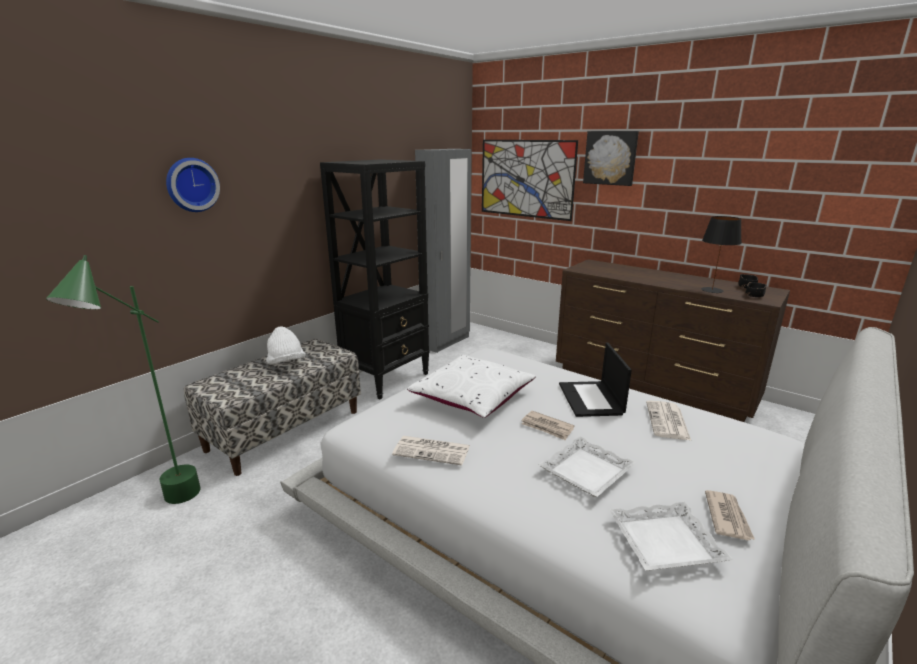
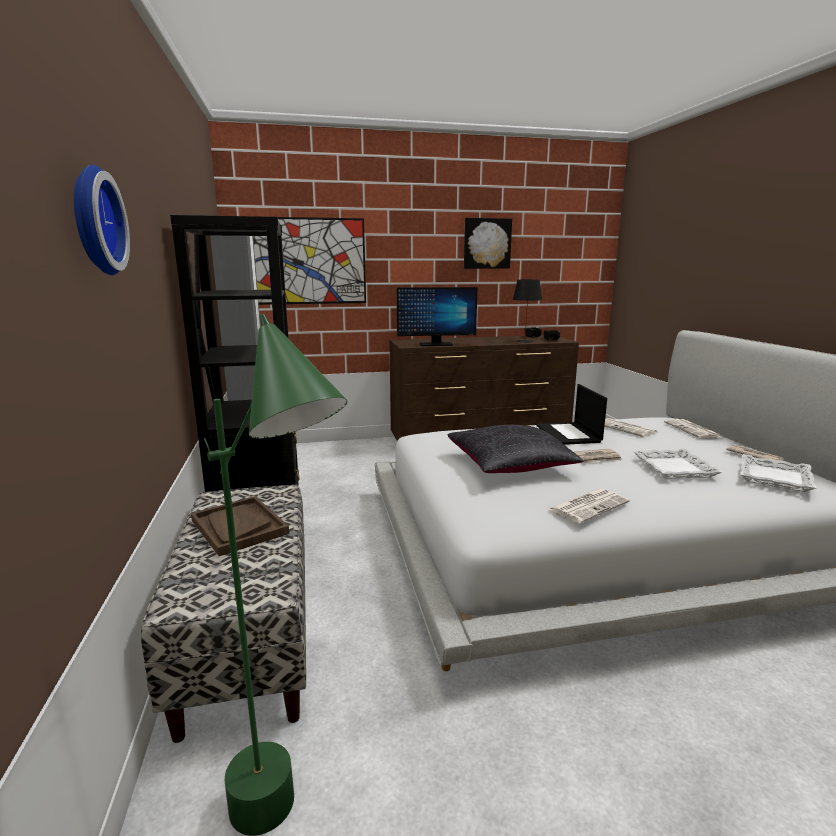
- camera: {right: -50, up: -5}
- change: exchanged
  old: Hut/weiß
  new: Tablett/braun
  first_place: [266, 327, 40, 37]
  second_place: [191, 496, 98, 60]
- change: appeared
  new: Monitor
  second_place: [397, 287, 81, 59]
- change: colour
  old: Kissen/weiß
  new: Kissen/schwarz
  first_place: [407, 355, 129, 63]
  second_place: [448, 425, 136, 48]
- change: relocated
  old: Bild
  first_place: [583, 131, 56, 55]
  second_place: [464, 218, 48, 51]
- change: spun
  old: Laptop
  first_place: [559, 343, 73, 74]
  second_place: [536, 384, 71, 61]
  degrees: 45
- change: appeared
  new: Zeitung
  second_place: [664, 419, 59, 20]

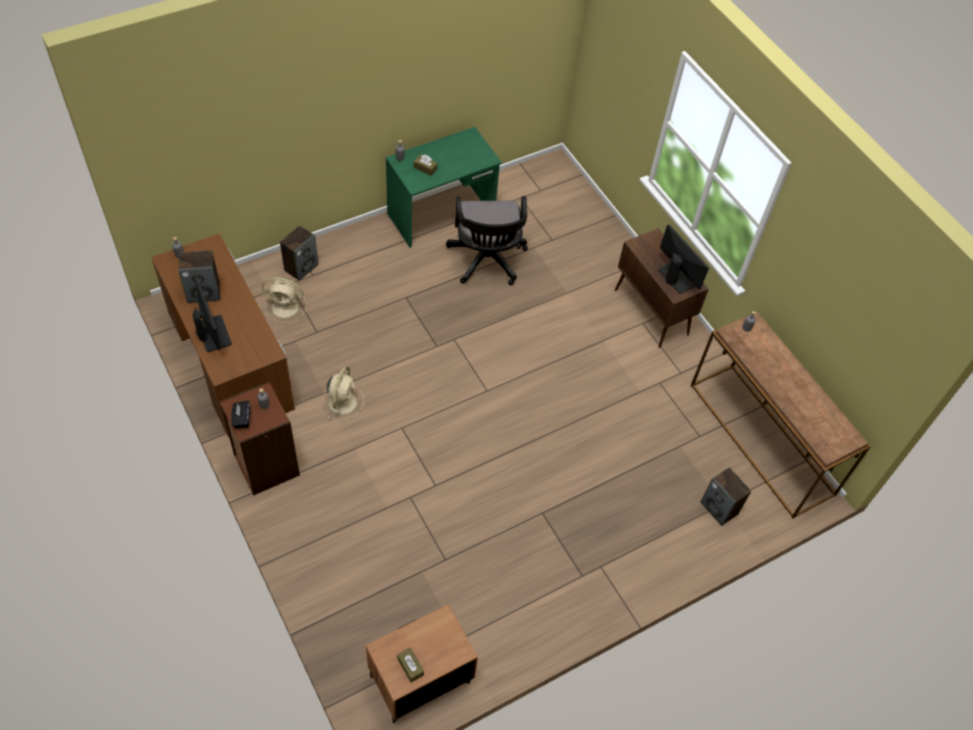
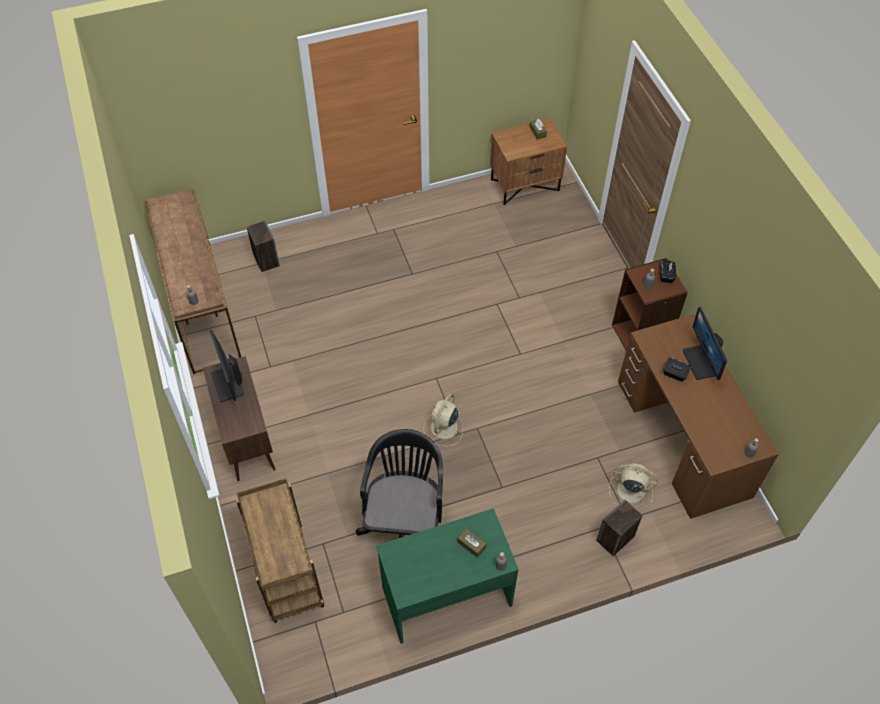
- camera: {right: -165, up: 0}
- change: appeared
  new: Rollwagen/braun
  second_place: [236, 478, 88, 145]
- change: relocated
  old: Ventilator/beige
  first_place: [323, 366, 41, 54]
  second_place: [423, 394, 40, 53]
- change: appeared
  new: Taschentuchbox/schwarz
  second_place: [663, 358, 28, 24]
- change: missing
  old: Lautsprecher
  first_place: [178, 250, 42, 53]

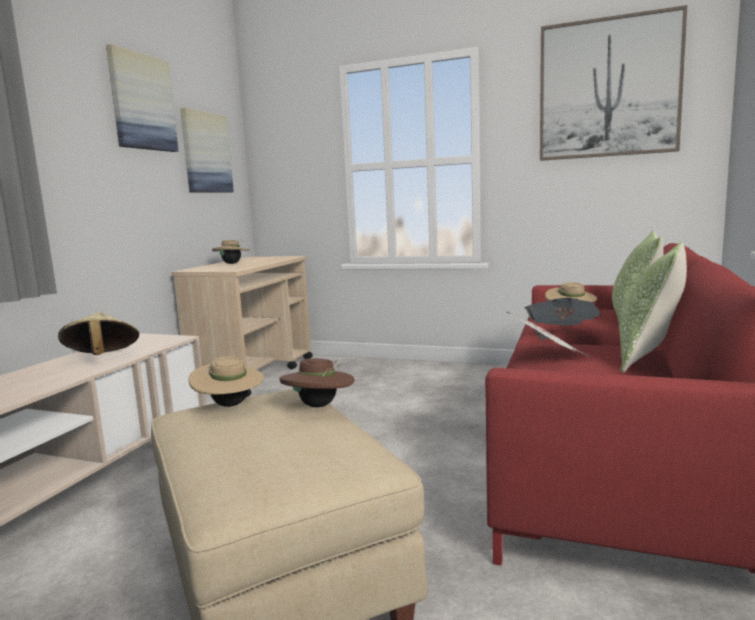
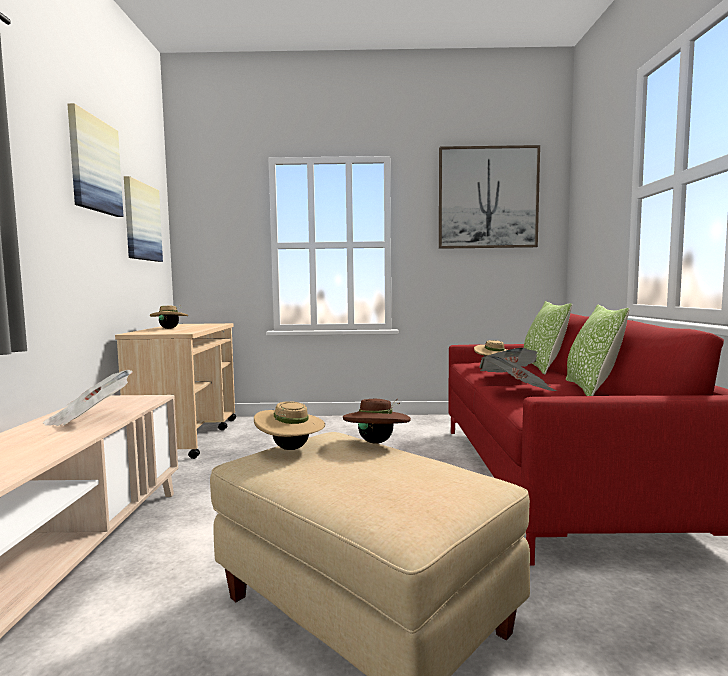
- camera: {right: -20, up: -5}
- change: exchanged
  old: Hut/beige
  new: Zeitung
  first_place: [58, 311, 81, 44]
  second_place: [42, 370, 91, 56]

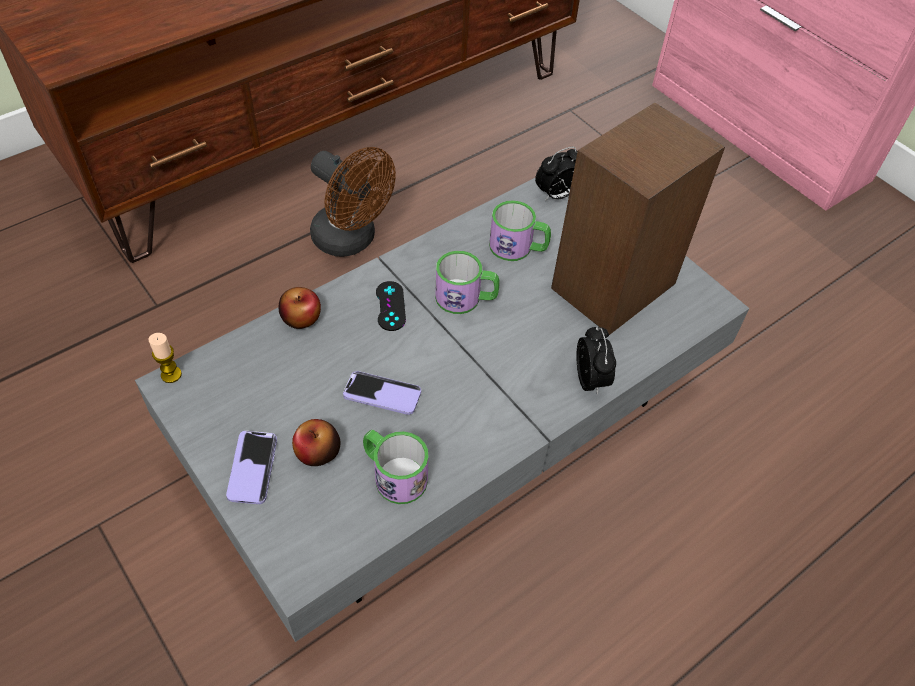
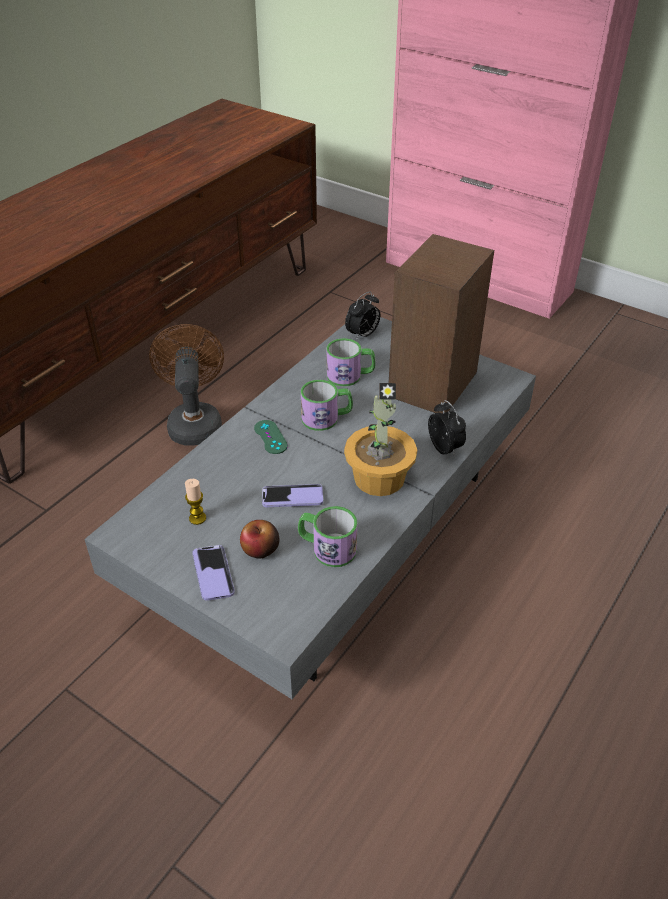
- camera: {right: -15, up: -10}
- change: spun
  old: Ventilator/braun
  first_place: [310, 147, 86, 110]
  second_place: [149, 324, 75, 121]
  degrees: -120
- change: relocated
  old: Kerze
  first_place: [149, 333, 33, 50]
  second_place: [185, 479, 21, 46]
- change: colour
  old: Gamepad/schwarz
  new: Gamepad/grün
  first_place: [376, 281, 30, 50]
  second_place: [254, 420, 34, 34]
- change: appeared
  new: Topfpflanze
  second_place: [344, 383, 73, 113]
- change: missing
  old: Apfel
  first_place: [279, 287, 42, 42]

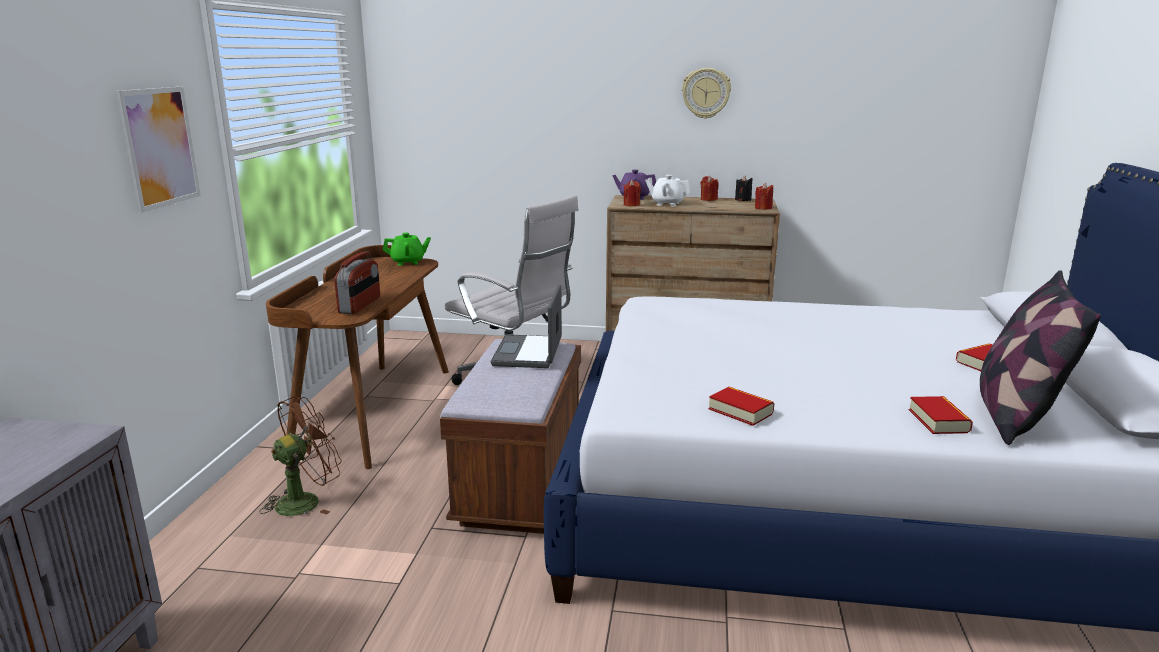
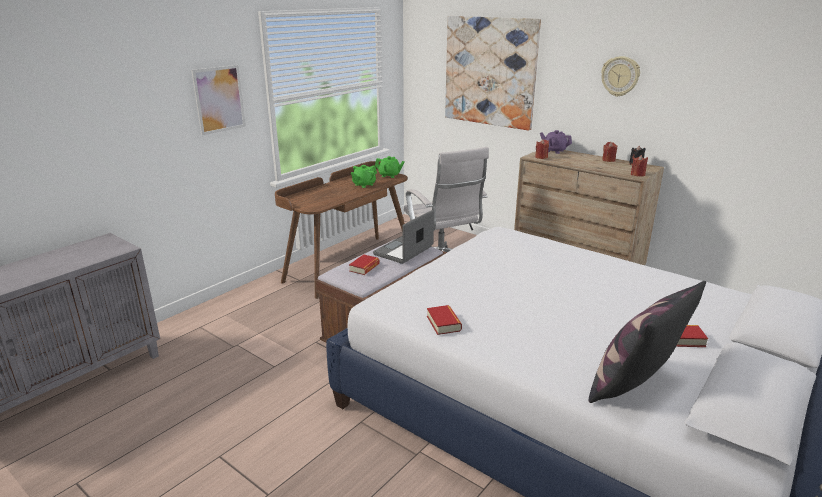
- camera: {right: 30, up: 5}
- change: relocated
  old: Buch
  first_place: [909, 396, 64, 38]
  second_place: [349, 254, 31, 21]
- change: appeared
  new: Teekanne/grün
  second_place: [351, 165, 26, 23]
- change: appeared
  new: Bild
  second_place: [445, 16, 96, 115]
- change: missing
  old: Ventilator/braun
  first_place: [259, 396, 83, 120]
- change: missing
  old: Radio
  first_place: [334, 251, 46, 63]
- change: missing
  old: Teekanne/weiß
  first_place: [645, 175, 46, 32]

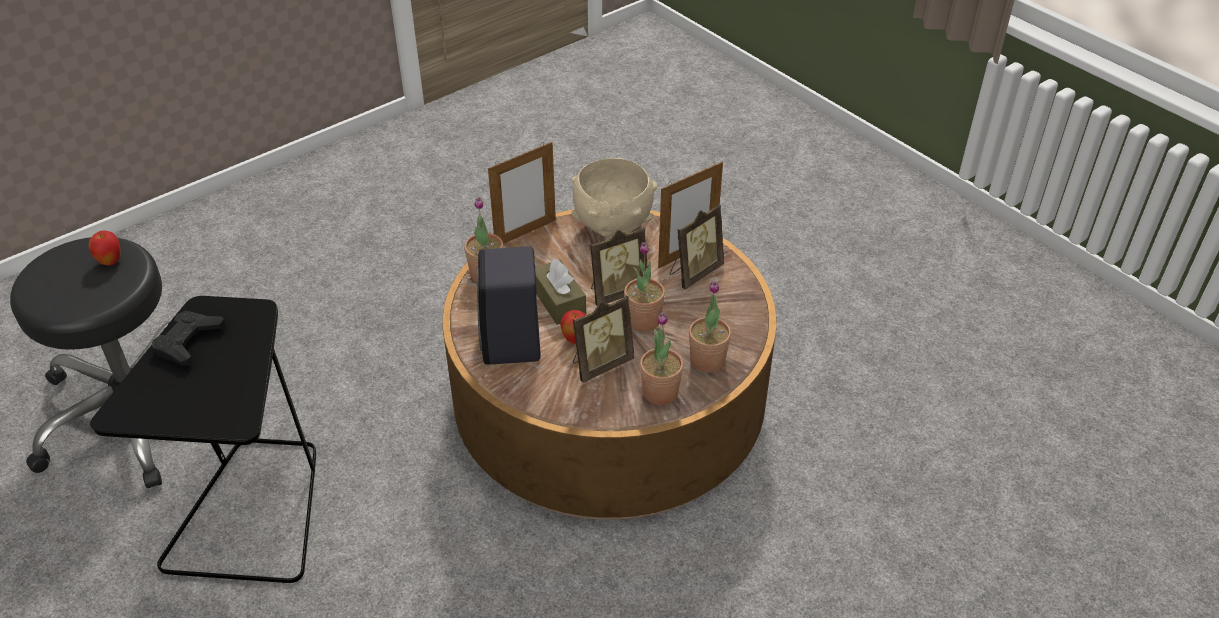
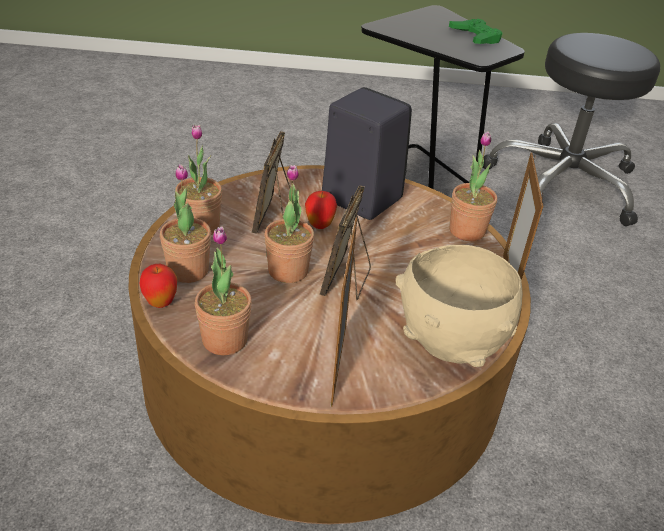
- camera: {right: 130, up: -5}
- change: relocated
  old: Apfel
  first_place: [88, 230, 33, 36]
  second_place: [139, 264, 38, 44]
- change: appeared
  new: Topfpflanze
  second_place: [195, 226, 57, 129]
- change: colour
  old: Gamepad/schwarz
  new: Gamepad/grün
  first_place: [152, 311, 74, 55]
  second_place: [449, 19, 53, 25]
- change: missing
  old: Taschentuchbox/braun
  first_place: [535, 258, 51, 67]
- change: missing
  old: Bilderrahmen
  first_place: [670, 204, 54, 85]

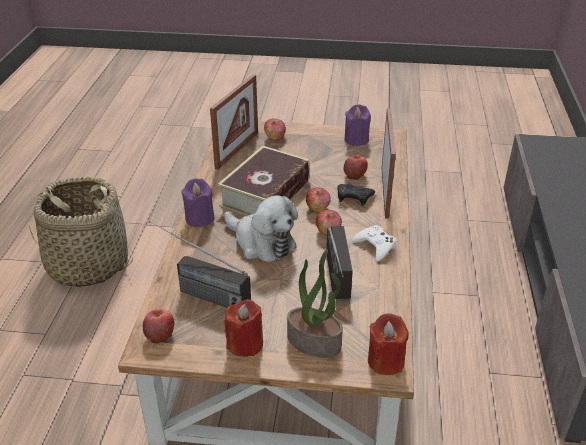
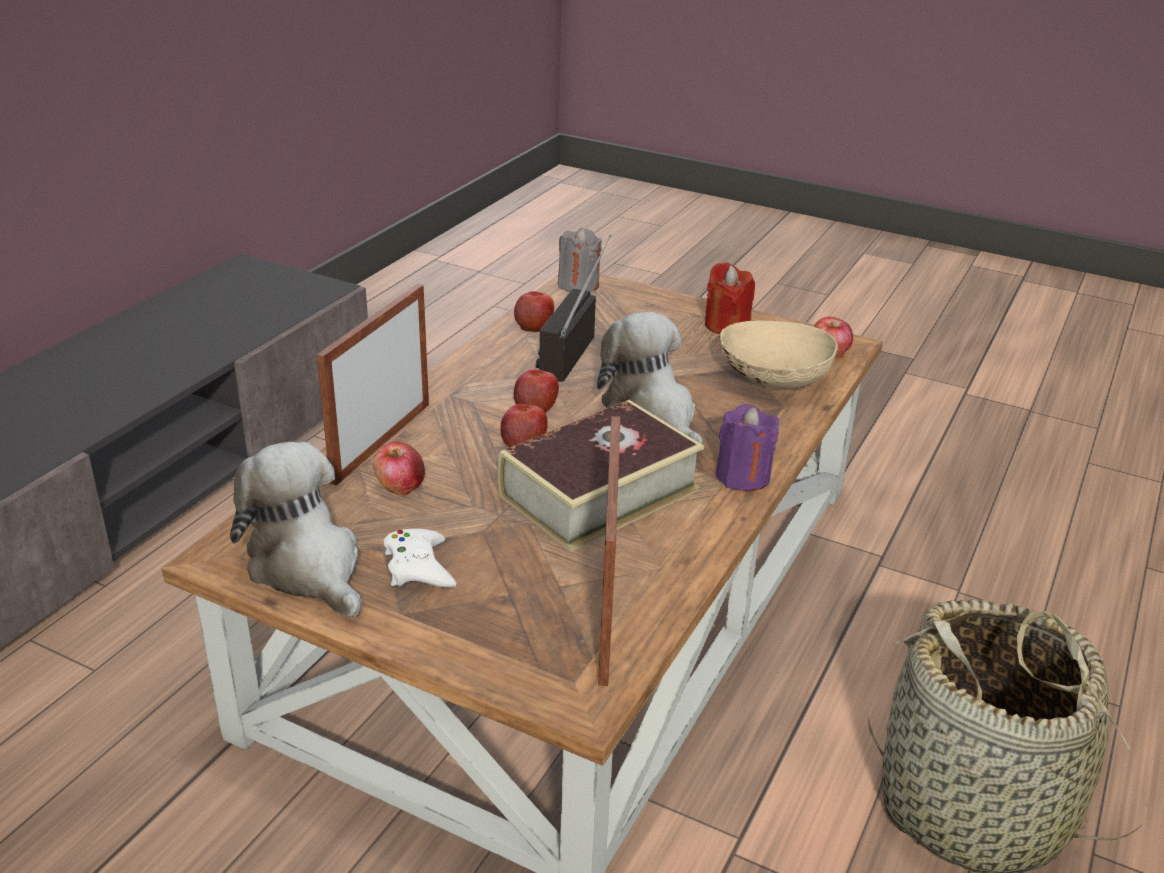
- camera: {right: -160, up: -5}
- change: exchanged
  old: Kerze/lila
  new: Plüschtier
  first_place: [344, 104, 27, 42]
  second_place: [230, 441, 131, 177]
- change: relocated
  old: Gamepad/weiß
  first_place: [352, 225, 45, 37]
  second_place: [384, 529, 73, 59]
- change: relocated
  old: Apfel
  first_place: [264, 118, 22, 23]
  second_place: [514, 291, 40, 41]
- change: colour
  old: Kerze/rot
  new: Kerze/grau
  first_place: [368, 313, 41, 62]
  second_place: [558, 228, 44, 64]
- change: spun
  old: Bilderrahmen
  first_place: [210, 74, 48, 96]
  second_place: [598, 416, 23, 270]
  degrees: -45
- change: exchanged
  old: Radio
  new: Schüssel/beige
  first_place: [149, 221, 102, 87]
  second_place: [719, 321, 119, 68]
- change: missing
  old: Topfpflanze
  first_place: [287, 249, 56, 109]
- change: missing
  old: Gamepad/schwarz
  first_place: [337, 183, 38, 23]

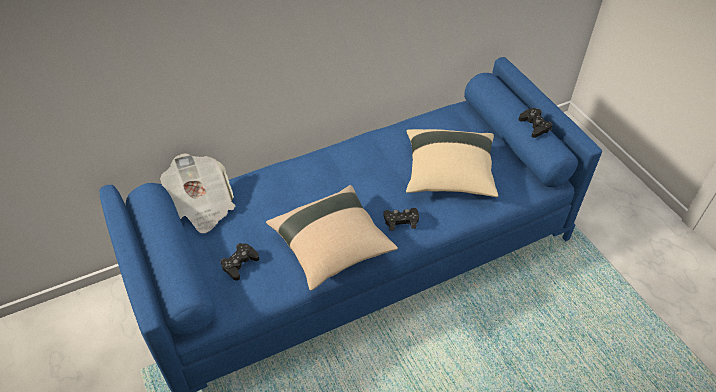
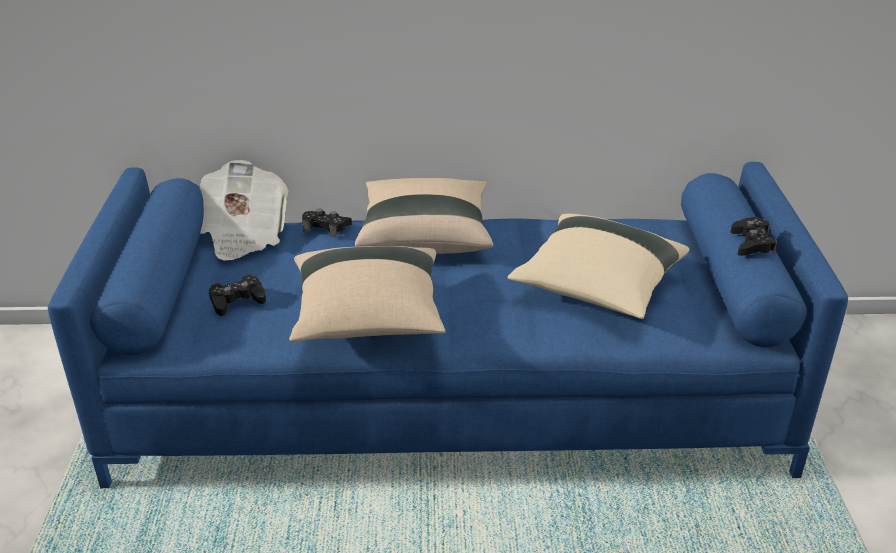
- camera: {right: 25, up: -15}
- change: relocated
  old: Gamepad/schwarz
  first_place: [383, 208, 36, 23]
  second_place: [302, 209, 50, 29]
- change: appeared
  new: Kissen/beige
  second_place: [355, 178, 138, 76]

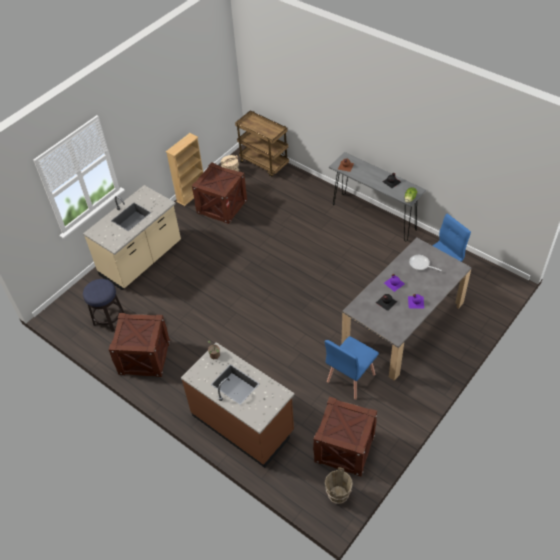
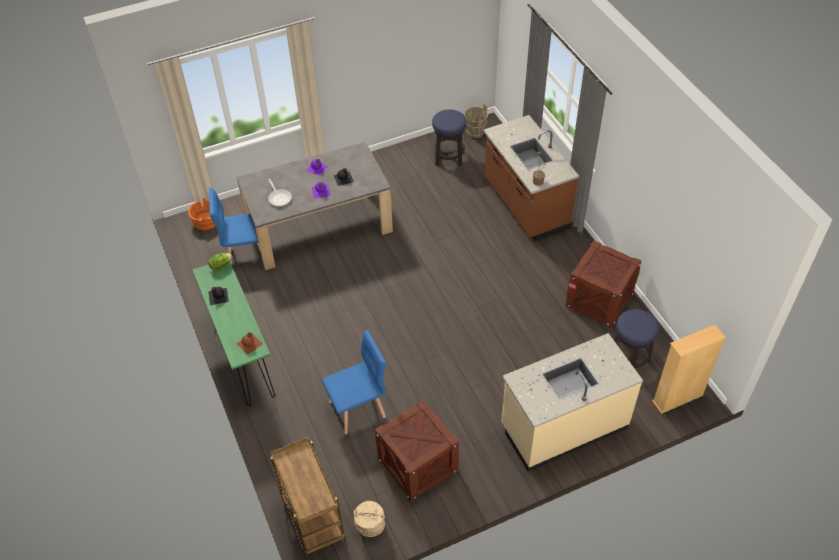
- camera: {right: -155, up: 0}
- change: appeared
  new: Eimer/orange
  second_place: [188, 198, 28, 33]
- change: colour
  old: Konsolentisch/grau
  new: Konsolentisch/grün
  first_place: [329, 152, 97, 89]
  second_place: [192, 262, 83, 145]
- change: relocated
  old: Stuhl/blau
  first_place: [325, 336, 54, 64]
  second_place: [322, 330, 64, 104]
- change: exchanged
  old: Kiste
  new: Hocker
  first_place: [313, 397, 64, 80]
  second_place: [432, 109, 34, 58]
- change: relocated
  old: Bücherregal/beige
  first_place: [166, 133, 37, 73]
  second_place: [652, 325, 74, 89]

